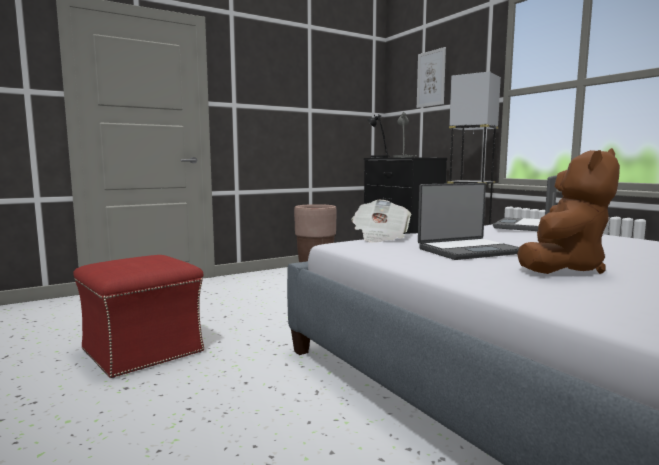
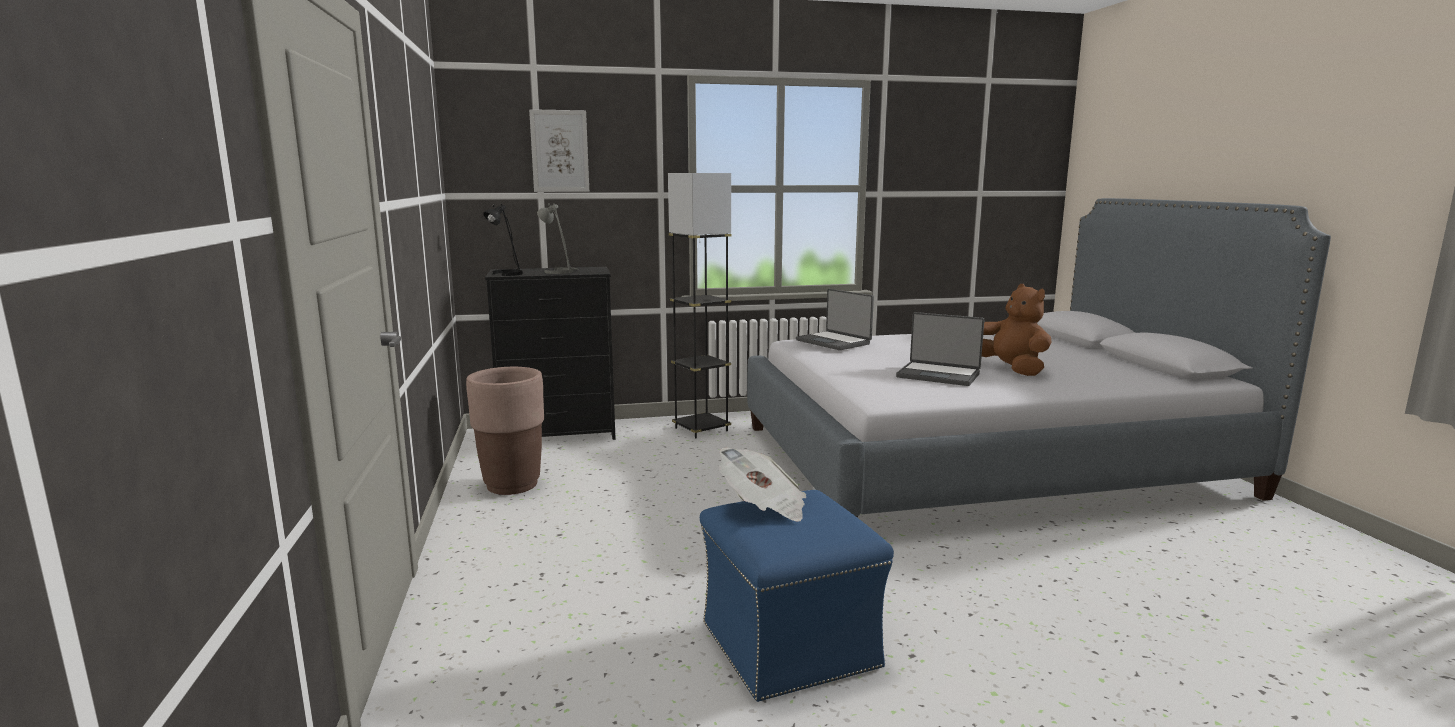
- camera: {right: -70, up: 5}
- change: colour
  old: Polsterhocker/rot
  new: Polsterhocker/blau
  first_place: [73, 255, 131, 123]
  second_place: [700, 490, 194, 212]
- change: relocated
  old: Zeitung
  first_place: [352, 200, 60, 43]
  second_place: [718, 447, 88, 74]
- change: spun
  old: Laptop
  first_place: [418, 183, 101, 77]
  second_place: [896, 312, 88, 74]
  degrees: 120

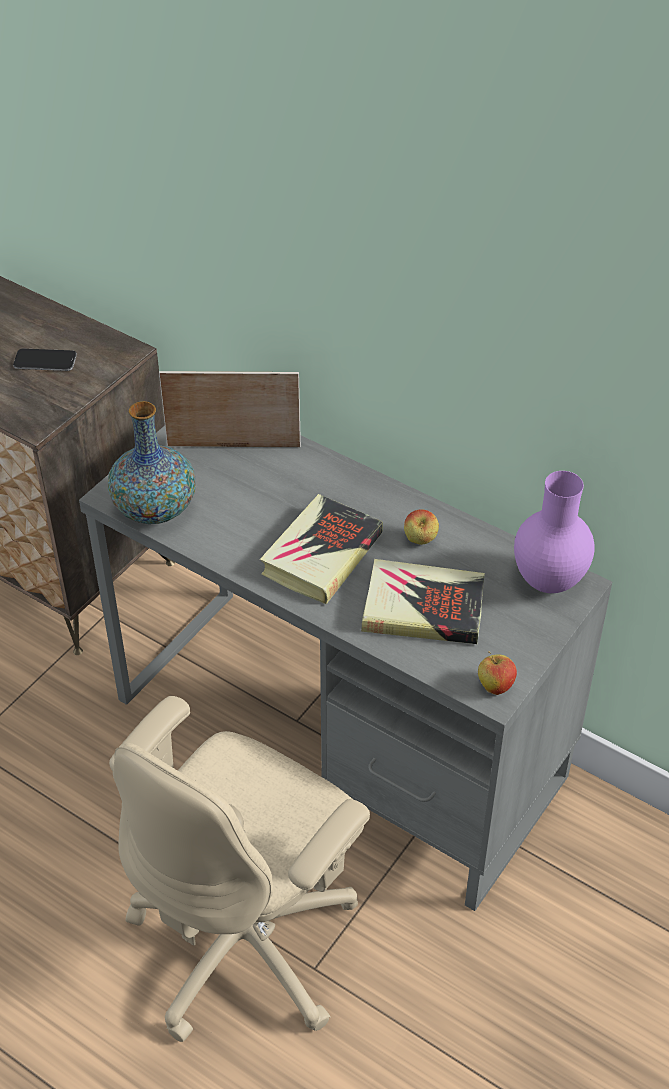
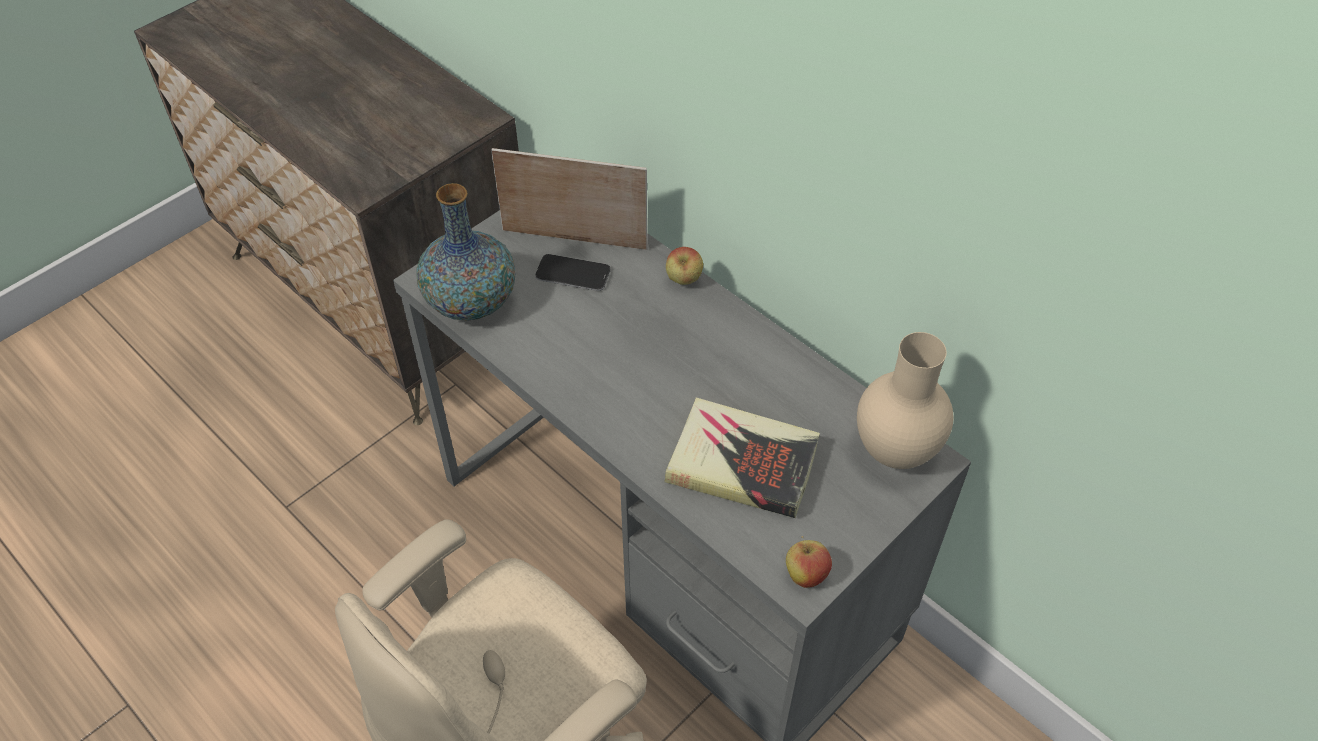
- camera: {right: 10, up: 5}
- change: relocated
  old: Handy
  first_place: [13, 349, 64, 22]
  second_place: [535, 254, 76, 37]
- change: relocated
  old: Apfel
  first_place: [404, 509, 35, 36]
  second_place: [666, 247, 37, 38]
- change: colour
  old: Vase/lila
  new: Vase/beige
  first_place: [514, 471, 81, 122]
  second_place: [857, 332, 97, 137]
- change: missing
  old: Buch
  first_place: [260, 494, 123, 110]

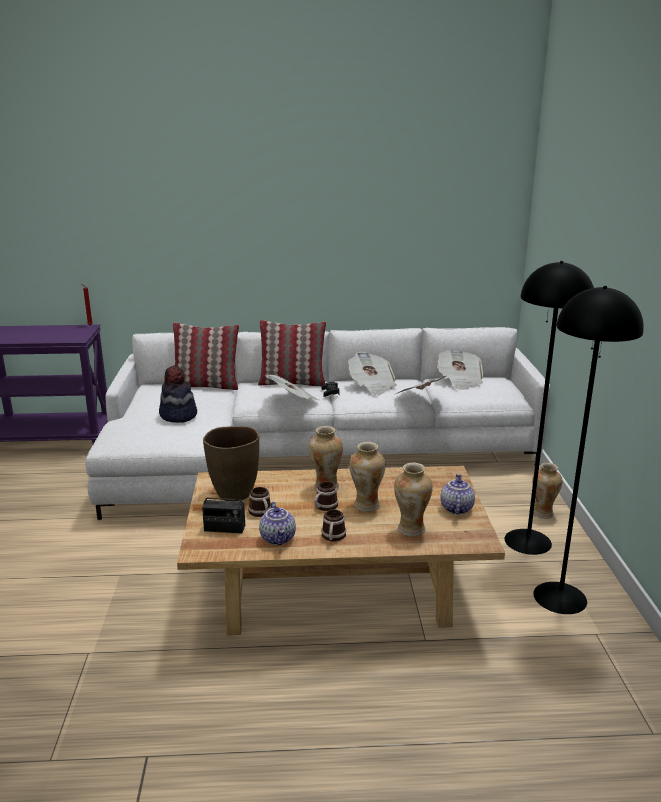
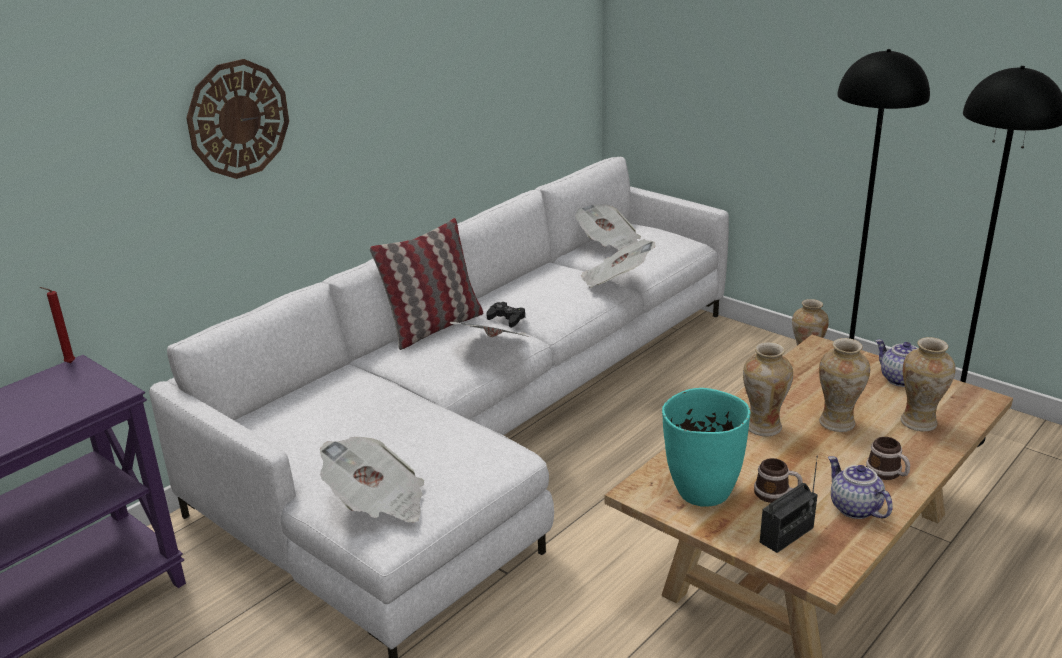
- camera: {right: -45, up: 5}
- change: appeared
  new: Wanduhr
  second_place: [186, 59, 103, 120]
- change: relocated
  old: Zeitung
  first_place: [348, 351, 49, 44]
  second_place: [320, 437, 104, 86]
- change: colour
  old: Vase/braun
  new: Vase/türkis
  first_place: [203, 426, 56, 75]
  second_place: [662, 388, 88, 119]
- change: spun
  old: Teekanne
  first_place: [259, 502, 37, 43]
  second_place: [828, 456, 65, 63]
  degrees: -150
- change: missing
  old: Hut
  first_place: [159, 366, 38, 57]
- change: missing
  old: Kissen
  first_place: [173, 323, 66, 67]
- change: missing
  old: Henkelbecher
  first_place: [314, 482, 24, 29]

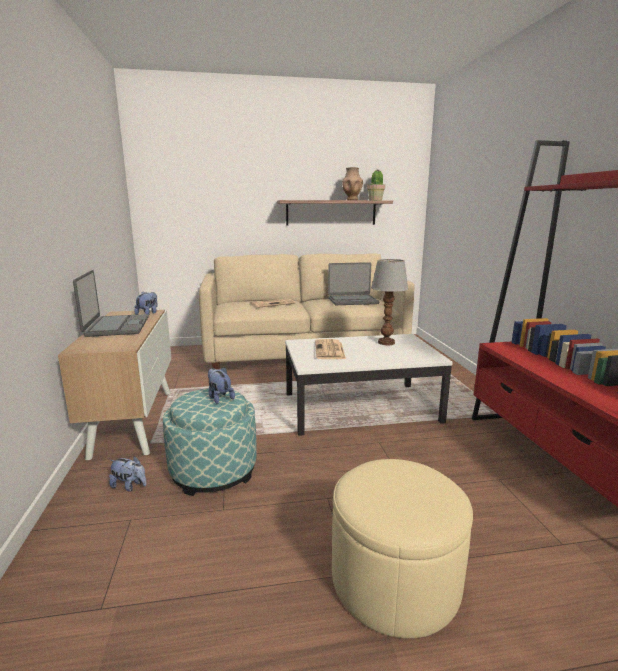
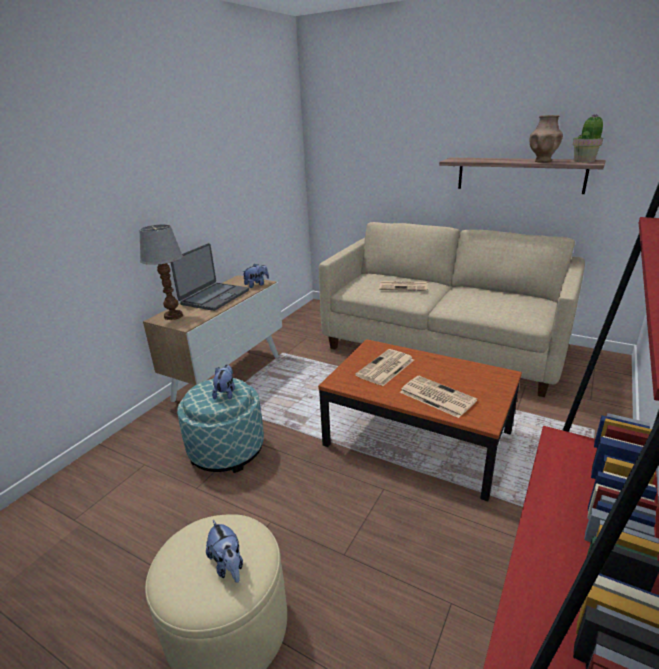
- camera: {right: 40, up: 10}
- change: relocated
  old: Tischlampe
  first_place: [371, 259, 37, 86]
  second_place: [140, 224, 43, 96]
- change: relocated
  old: Plüschtier
  first_place: [109, 456, 38, 35]
  second_place: [206, 520, 37, 63]
- change: colour
  old: Couchtisch/weiß
  new: Couchtisch/braun
  first_place: [285, 334, 168, 102]
  second_place: [318, 339, 204, 163]
- change: appeared
  new: Zeitung
  second_place: [400, 376, 77, 42]
- change: missing
  old: Laptop
  first_place: [328, 262, 51, 43]

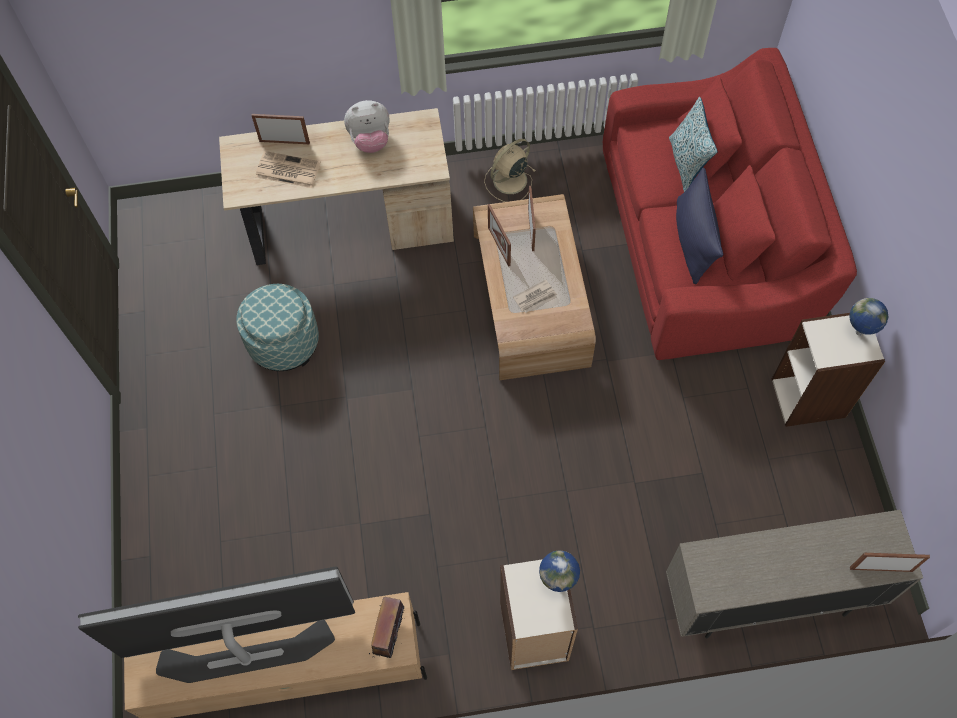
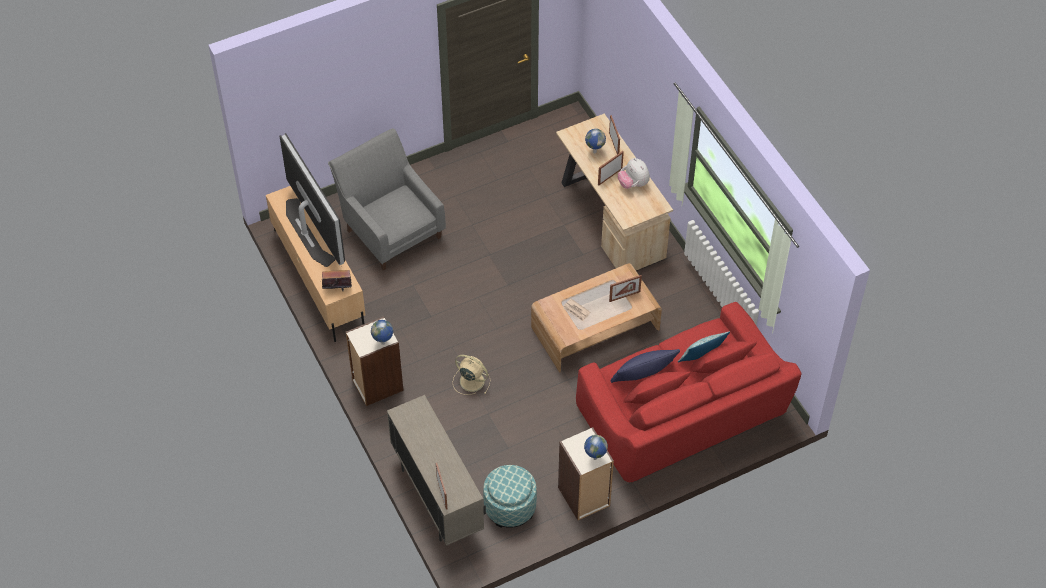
- camera: {right: 70, up: -10}
- change: appeared
  new: Sessel/grau
  second_place: [328, 128, 118, 142]
- change: relocated
  old: Ventilator/beige
  first_place: [484, 139, 51, 63]
  second_place: [453, 355, 38, 40]
- change: relocated
  old: Polsterhocker
  first_place: [236, 284, 83, 87]
  second_place: [483, 465, 54, 63]
- change: exchanged
  old: Zeitung
  new: Globus
  first_place: [255, 151, 66, 37]
  second_place: [585, 129, 21, 24]
- change: relocated
  old: Bilderrahmen
  first_place: [488, 204, 23, 63]
  second_place: [598, 151, 26, 34]

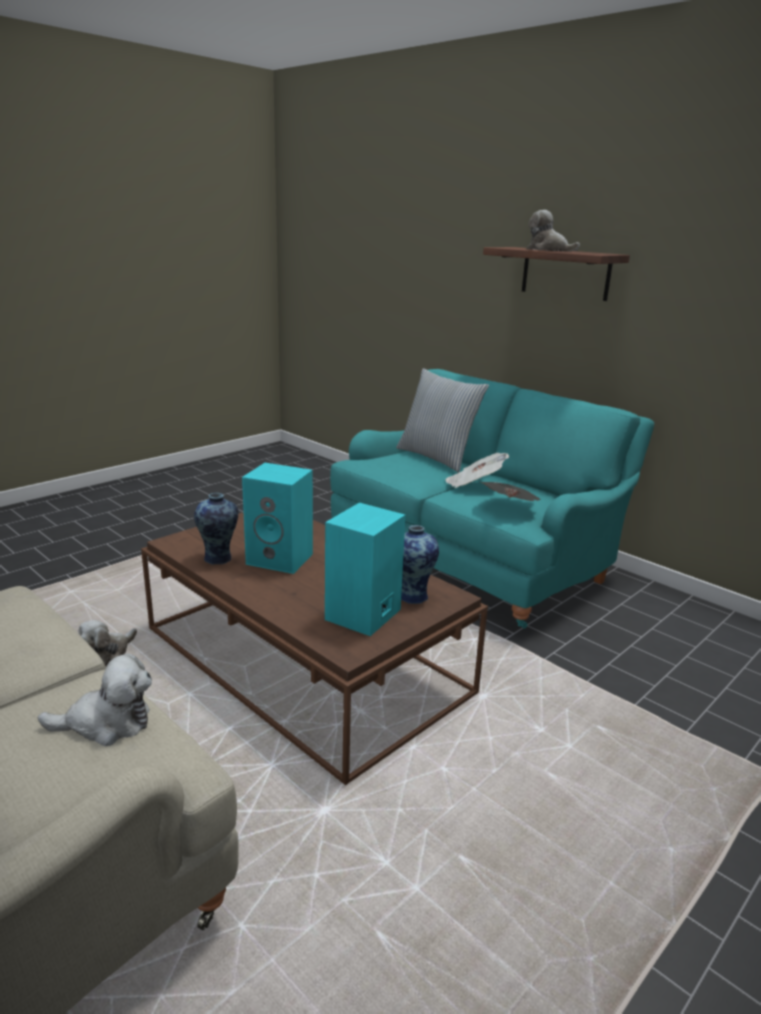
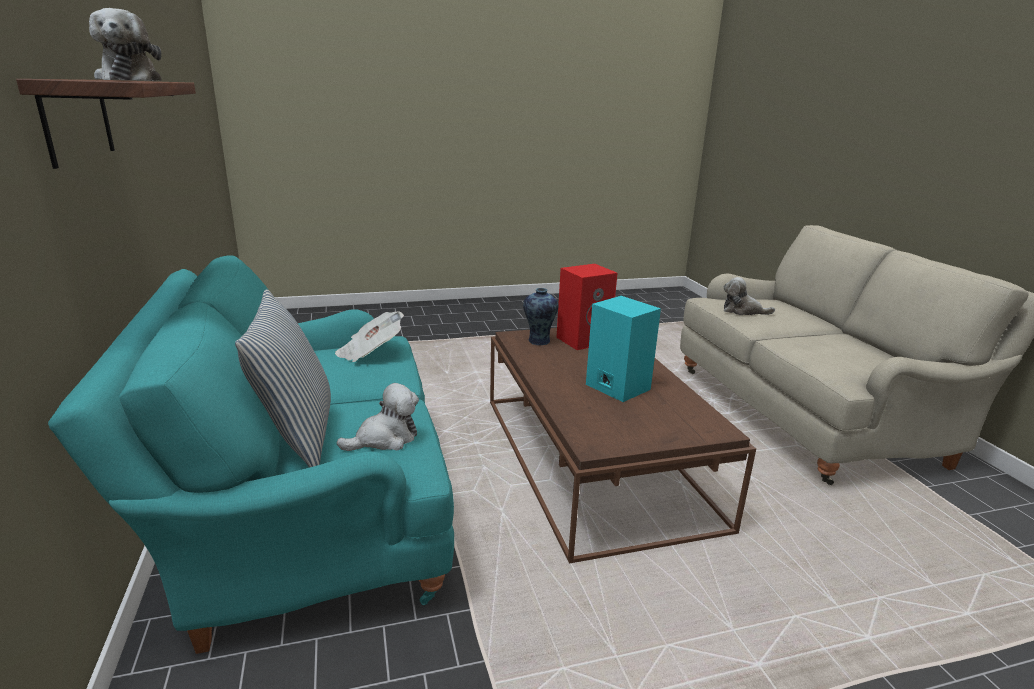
- camera: {right: -150, up: 0}
- change: relocated
  old: Plüschtier
  first_place: [78, 620, 59, 46]
  second_place: [337, 383, 82, 68]
- change: colour
  old: Lautsprecher/türkis
  new: Lautsprecher/rot
  first_place: [325, 503, 81, 133]
  second_place: [556, 264, 61, 86]
- change: missing
  old: Vase
  first_place: [194, 493, 44, 71]
- change: missing
  old: Zeitung
  first_place: [445, 453, 64, 35]

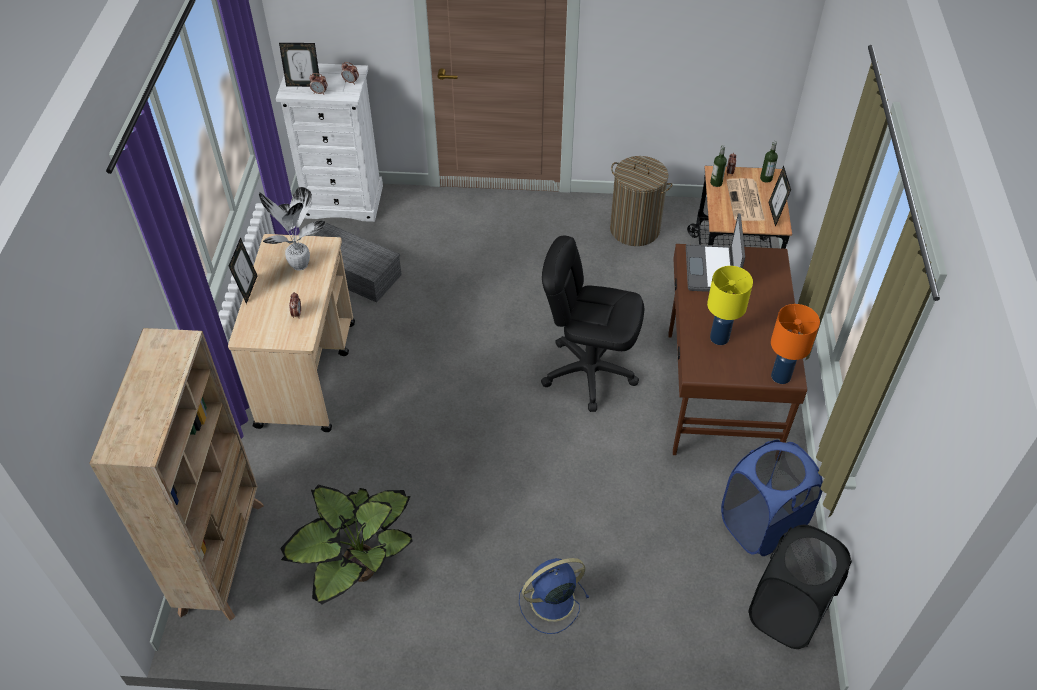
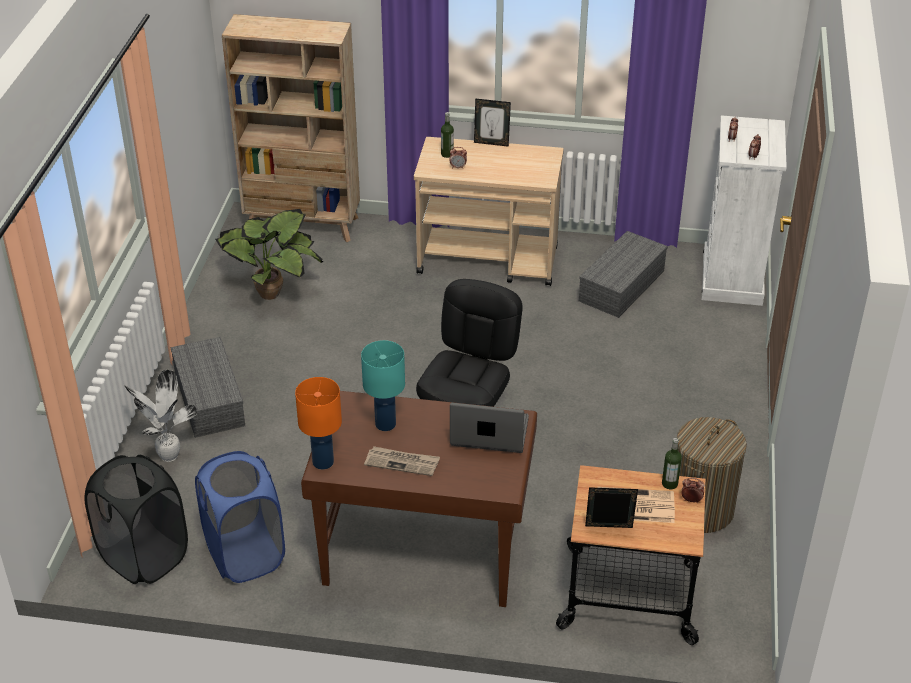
- camera: {right: 95, up: -10}
- change: relocated
  old: Topfpflanze
  first_place: [259, 187, 66, 83]
  second_place: [123, 370, 74, 92]
- change: exchanged
  old: Ventilator/blau
  new: Aufbewahrungsbox/grau
  first_place: [519, 558, 71, 76]
  second_place: [171, 337, 74, 101]
- change: colour
  old: Tischlampe/gelb
  new: Tischlampe/türkis
  first_place: [707, 266, 46, 79]
  second_place: [361, 340, 44, 91]
- change: appeared
  new: Zeitung
  second_place: [364, 446, 76, 30]
- change: relocated
  old: Flasche
  first_place: [760, 141, 18, 42]
  second_place: [441, 112, 13, 46]
- change: missing
  old: Bilderrahmen
  first_place: [279, 43, 41, 44]

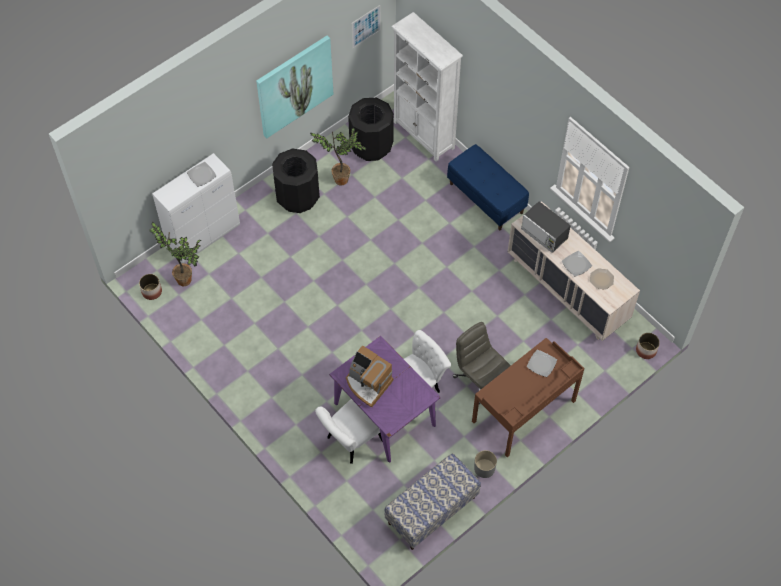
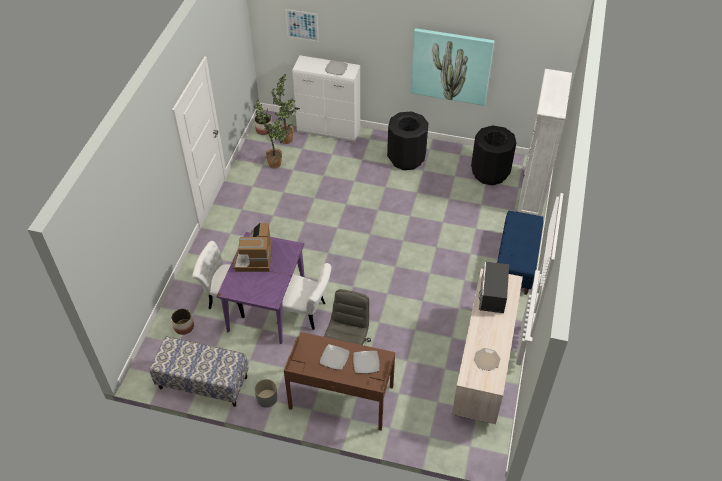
- camera: {right: 55, up: -10}
- change: relocated
  old: Pflanzkübel
  first_place: [636, 333, 24, 26]
  second_place: [171, 309, 23, 26]
- change: relocated
  old: Topfpflanze
  first_place: [310, 128, 56, 58]
  second_place: [253, 100, 39, 69]
- change: relocated
  old: Bild
  first_place: [352, 5, 29, 43]
  second_place: [285, 9, 34, 33]
- change: relocated
  old: Teller
  first_place: [562, 251, 30, 26]
  second_place: [320, 344, 30, 26]

